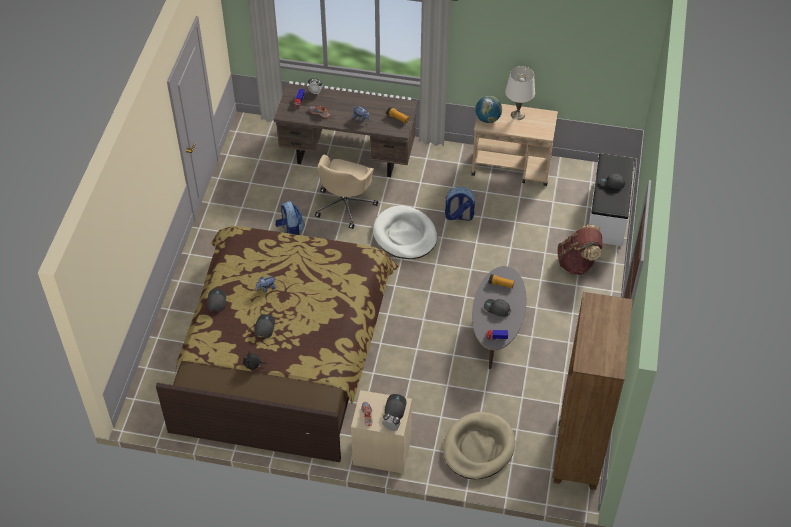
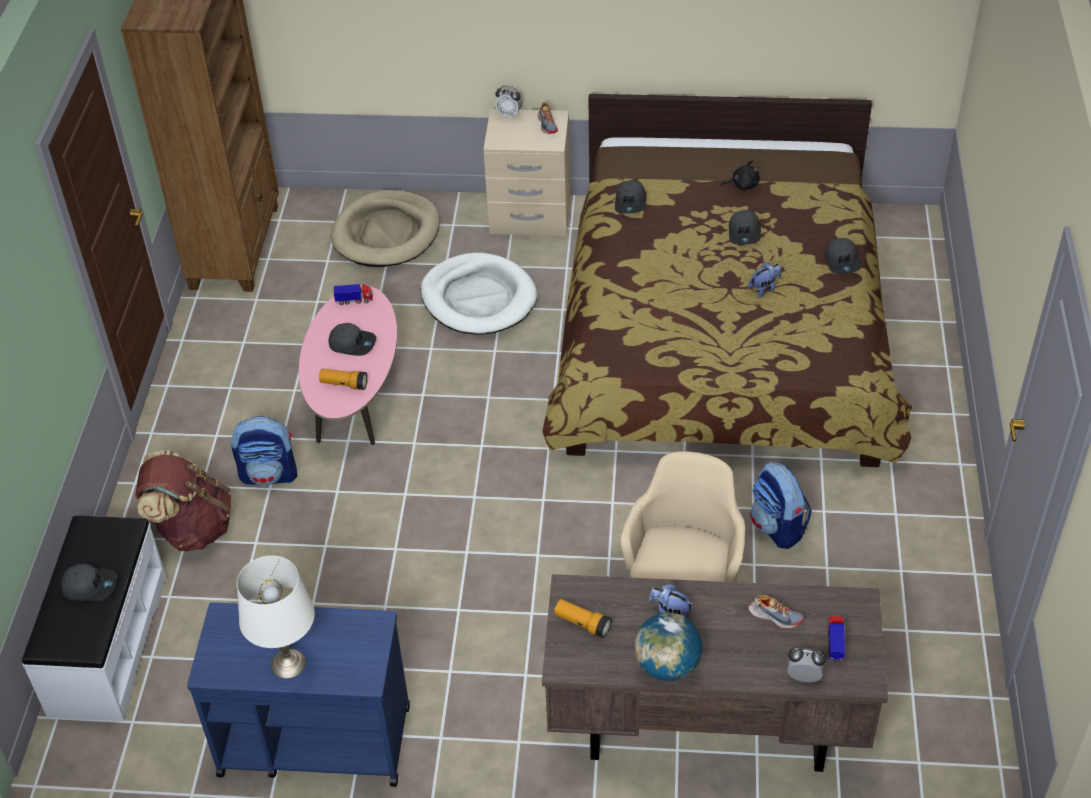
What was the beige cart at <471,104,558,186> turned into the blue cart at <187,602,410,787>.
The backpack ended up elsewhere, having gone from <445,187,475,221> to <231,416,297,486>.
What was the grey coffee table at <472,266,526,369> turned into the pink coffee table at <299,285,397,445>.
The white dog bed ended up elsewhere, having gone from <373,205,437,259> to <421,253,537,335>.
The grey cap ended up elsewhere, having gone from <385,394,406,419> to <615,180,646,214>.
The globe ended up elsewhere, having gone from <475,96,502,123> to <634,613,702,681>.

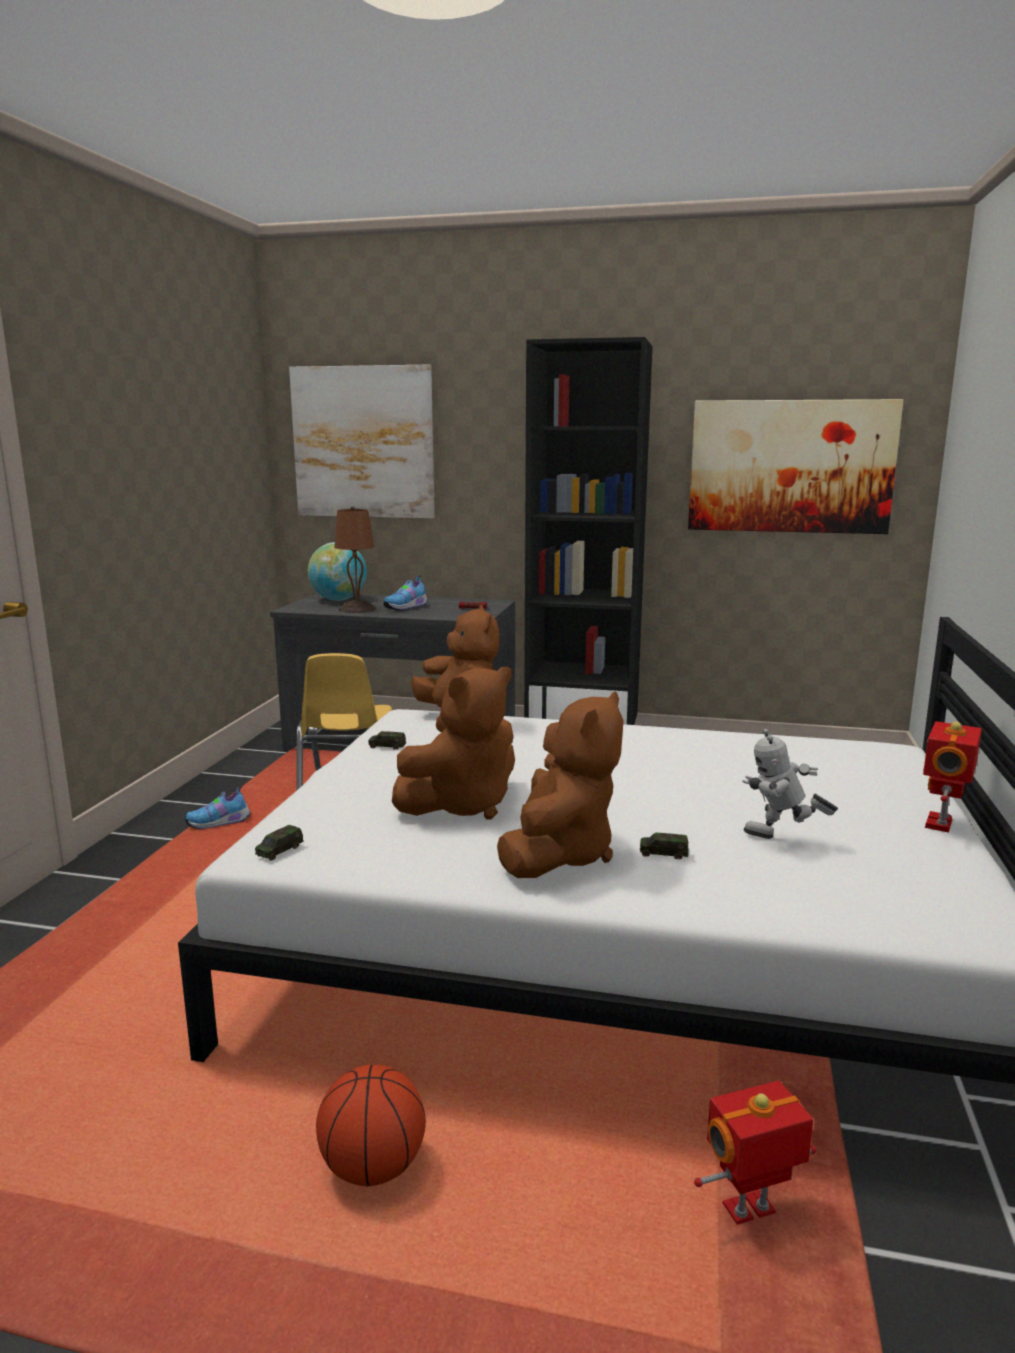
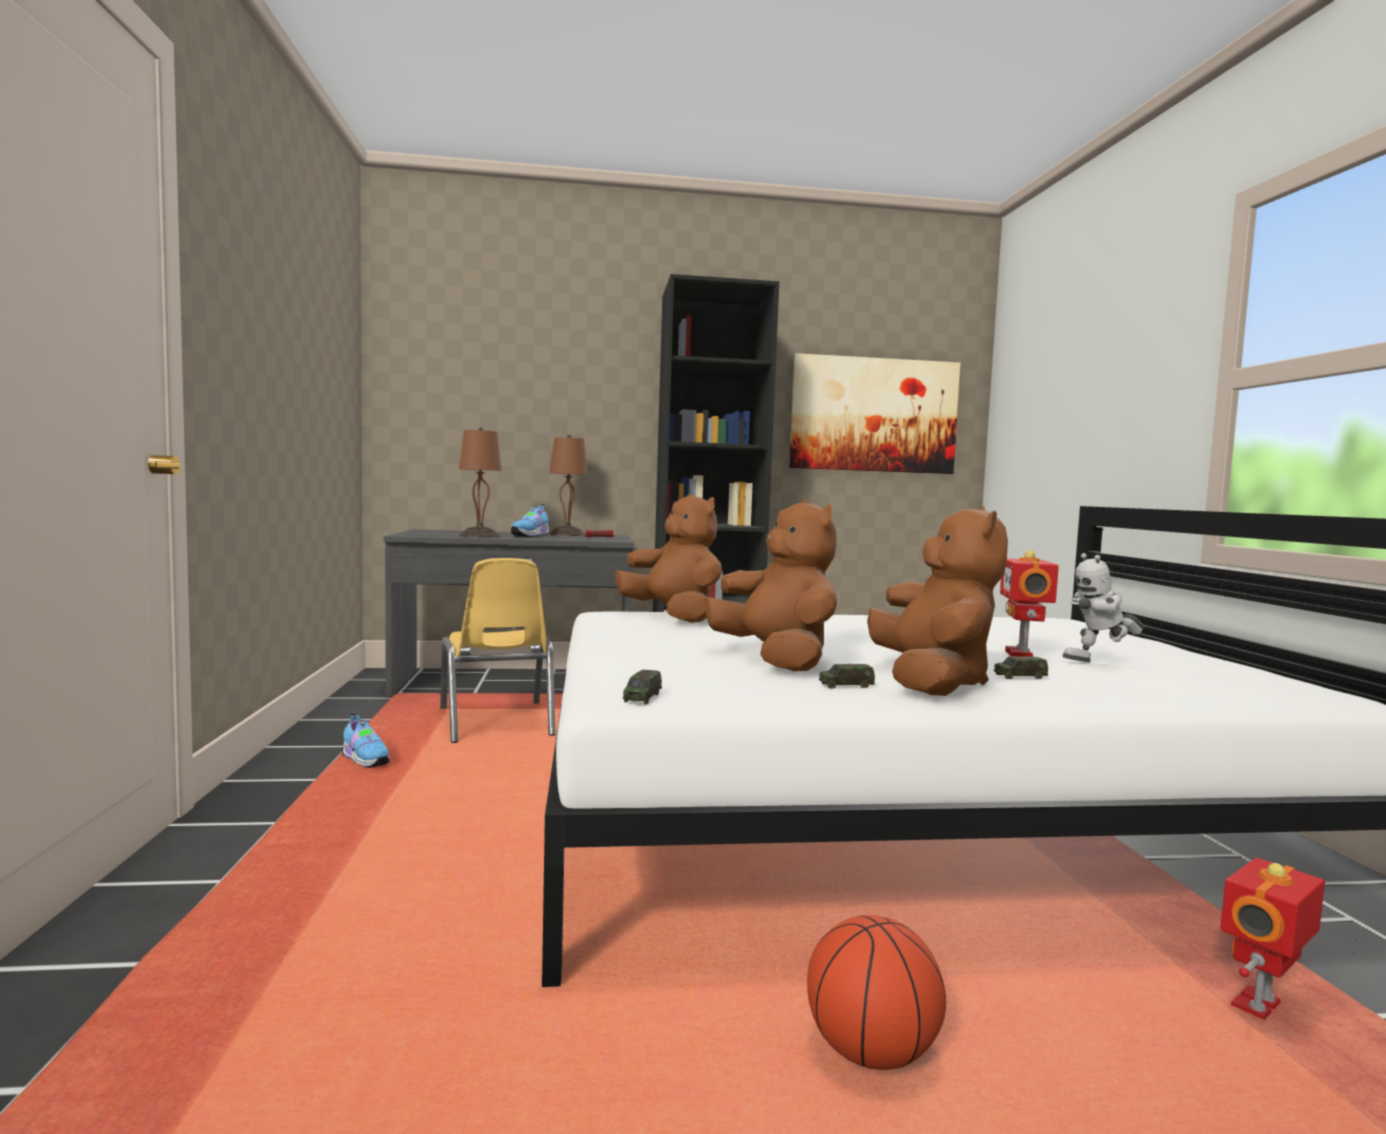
The shoe at <185,785,251,829> ended up facing another way, 90 degrees counterclockwise from before.
The second view gained the brown table lamp at <549,435,588,536>.
The brown plush toy at <392,667,515,820> ended up facing another way, 60 degrees counterclockwise from before.
The toy car ended up elsewhere, having gone from <368,731,406,750> to <819,664,875,689>.
The toy robot ended up elsewhere, having gone from <923,721,982,833> to <1000,550,1059,657>.
The second view lost the picture at <289,365,435,519>.
The second view lost the globe at <308,542,367,601>.

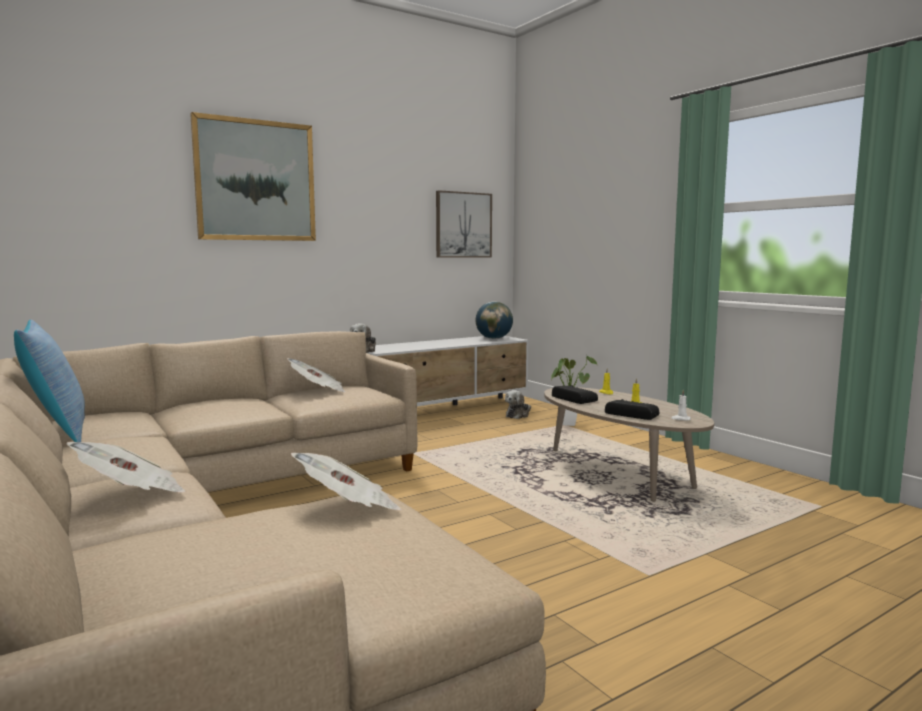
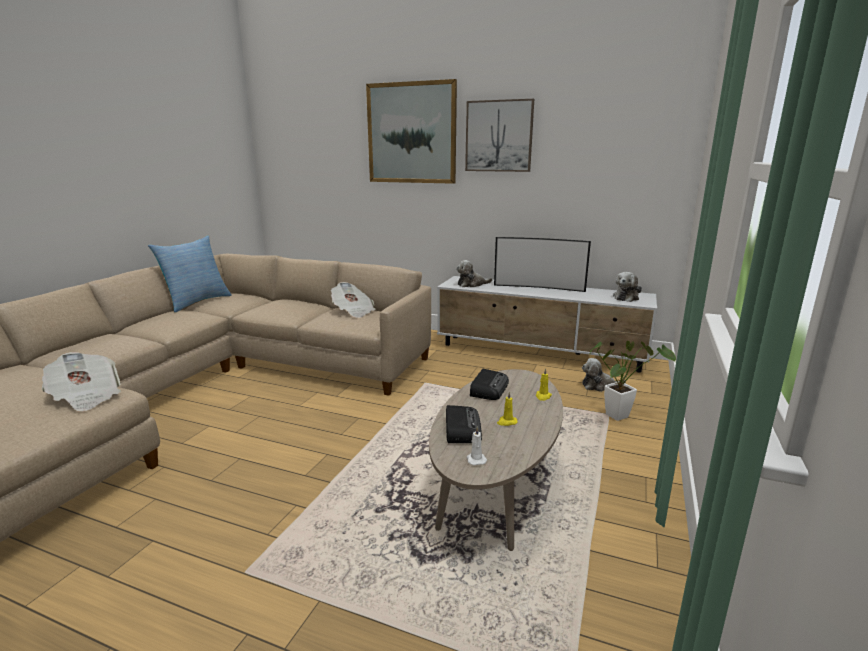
The picture ended up elsewhere, having gone from <436,190,492,258> to <465,99,534,172>.
The second view gained the television at <494,237,591,292>.
Where the globe stood at <475,301,513,339>, the plush toy came to stand at <613,272,642,302>.
The second view lost the newspaper at <67,442,186,492>.

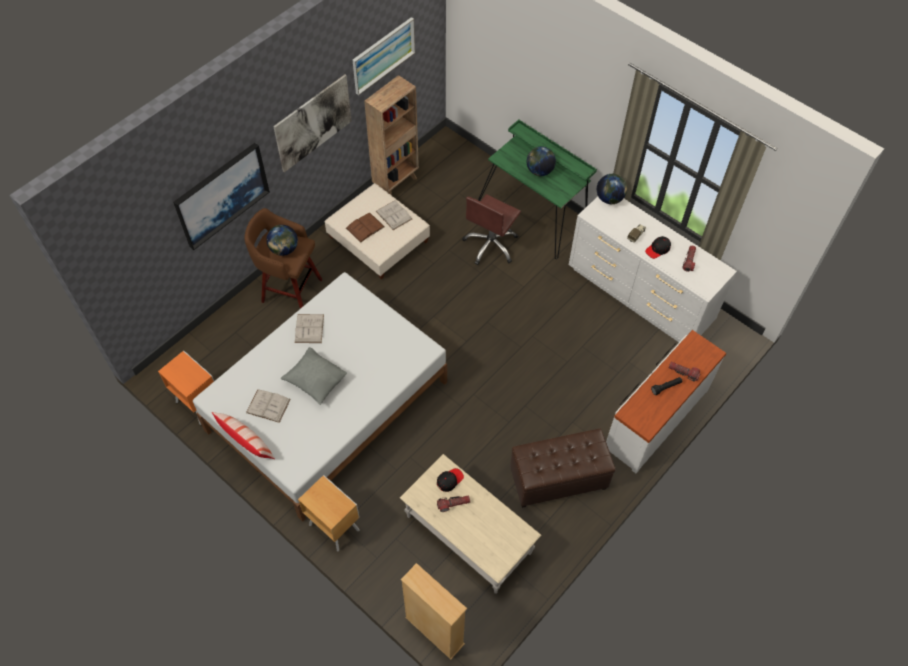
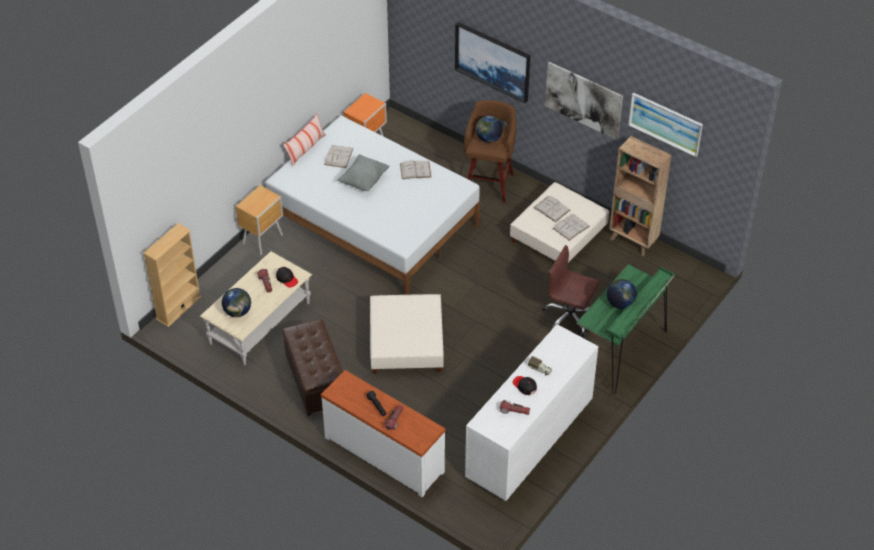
The globe ended up elsewhere, having gone from <597,174,627,204> to <222,288,251,317>.
The second view gained the beige ottoman at <370,294,444,374>.
What was the brown book at <346,213,385,243> turned into the white book at <533,196,570,222>.

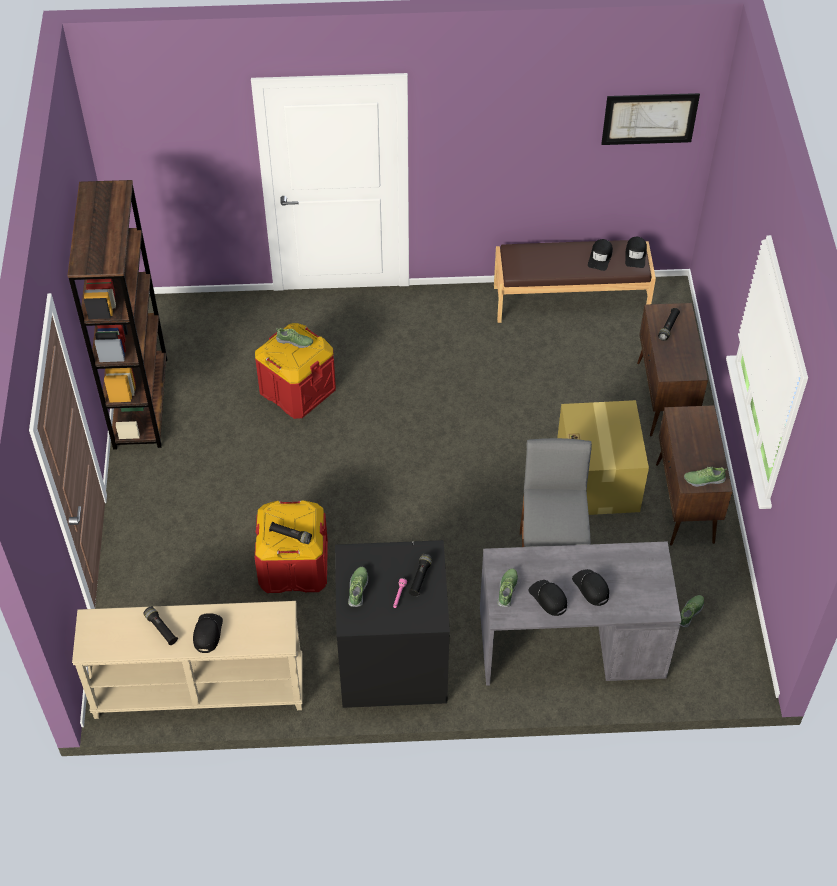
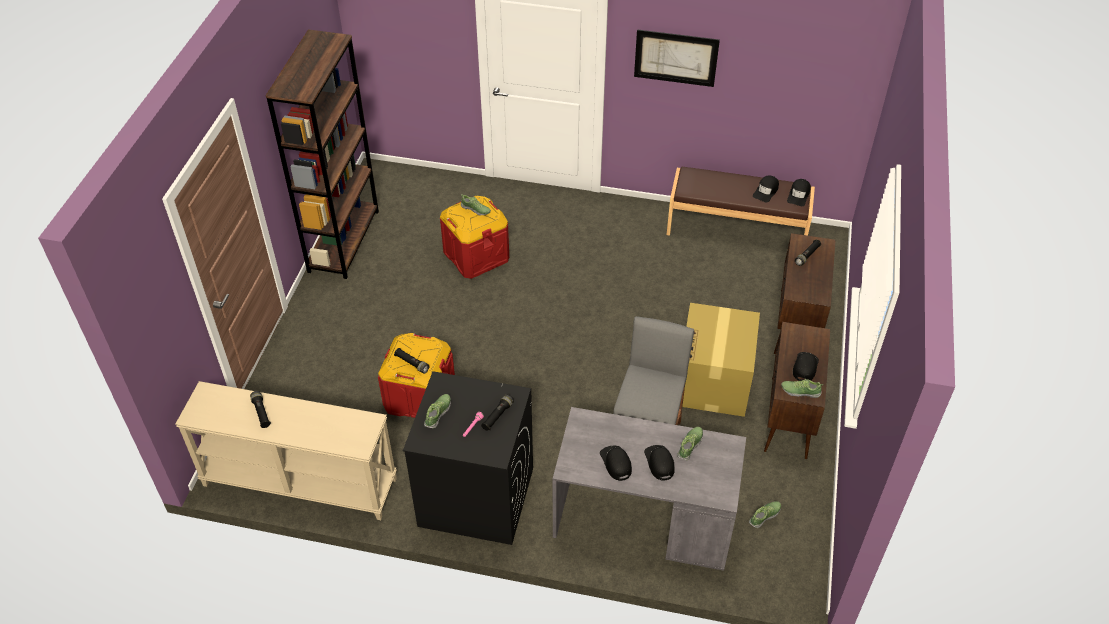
The picture ended up elsewhere, having gone from <601,93,700,145> to <634,29,720,87>.
The shoe ended up elsewhere, having gone from <497,568,518,607> to <677,427,703,460>.
The black cap ended up elsewhere, having gone from <193,613,223,653> to <793,352,819,381>.

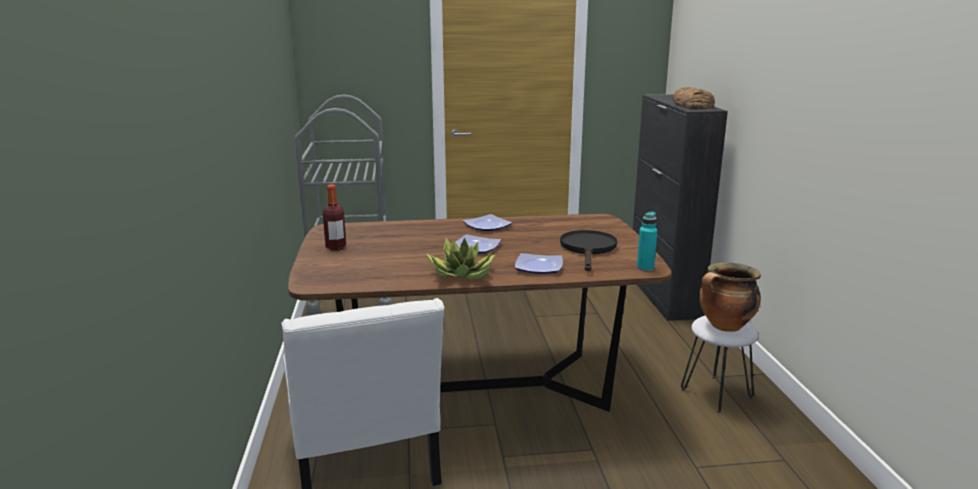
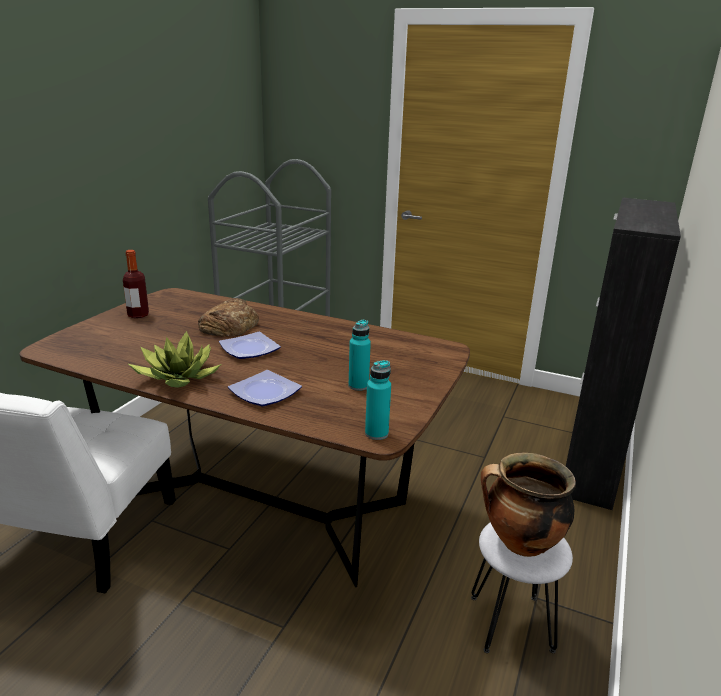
The bread ended up elsewhere, having gone from <673,87,715,109> to <198,298,259,336>.
Where the black frying pan stood at <560,230,617,271>, the turquoise bottle came to stand at <348,320,371,391>.
The second view lost the plate at <463,214,513,231>.

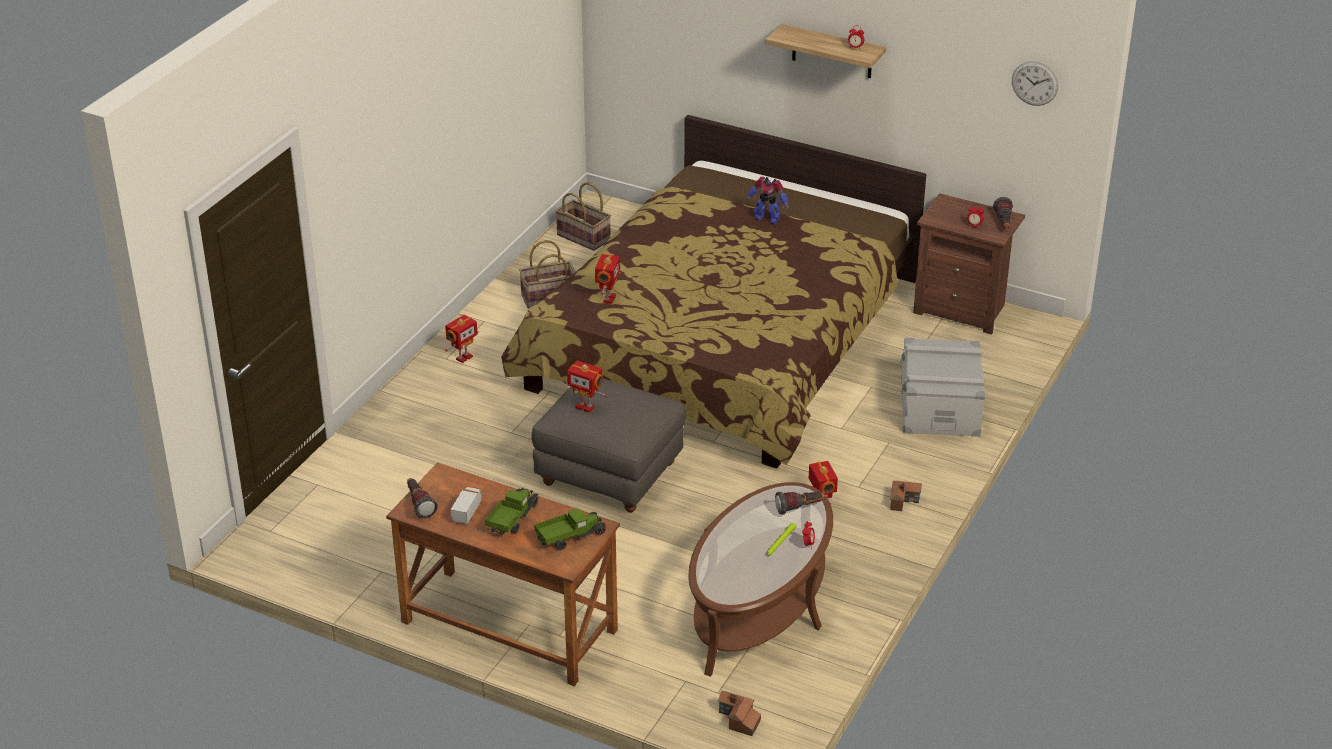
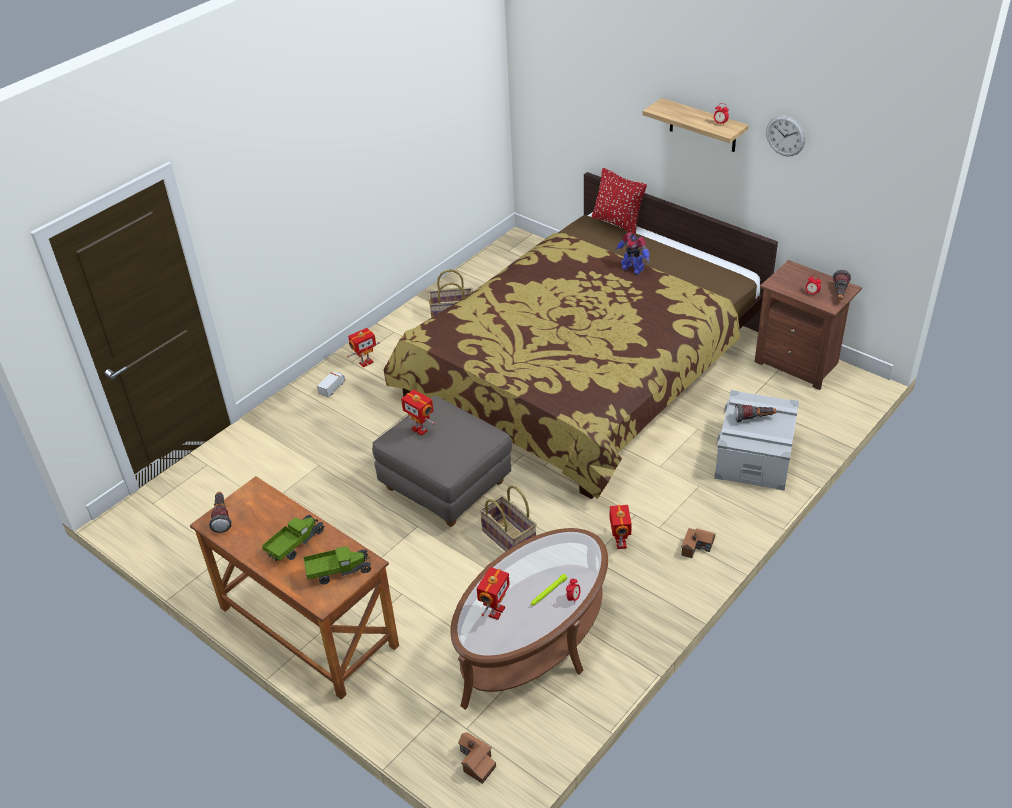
The toy truck ended up elsewhere, having gone from <450,487,482,524> to <317,372,345,397>.
The toy robot ended up elsewhere, having gone from <595,254,620,304> to <477,567,510,620>.
The basket ended up elsewhere, having gone from <555,182,611,251> to <480,485,537,552>.
The second view gained the red pillow at <592,168,647,234>.
The flashlight ended up elsewhere, having gone from <775,492,825,515> to <734,404,776,423>.
The wall clock ended up elsewhere, having gone from <1012,61,1058,106> to <766,115,805,157>.

